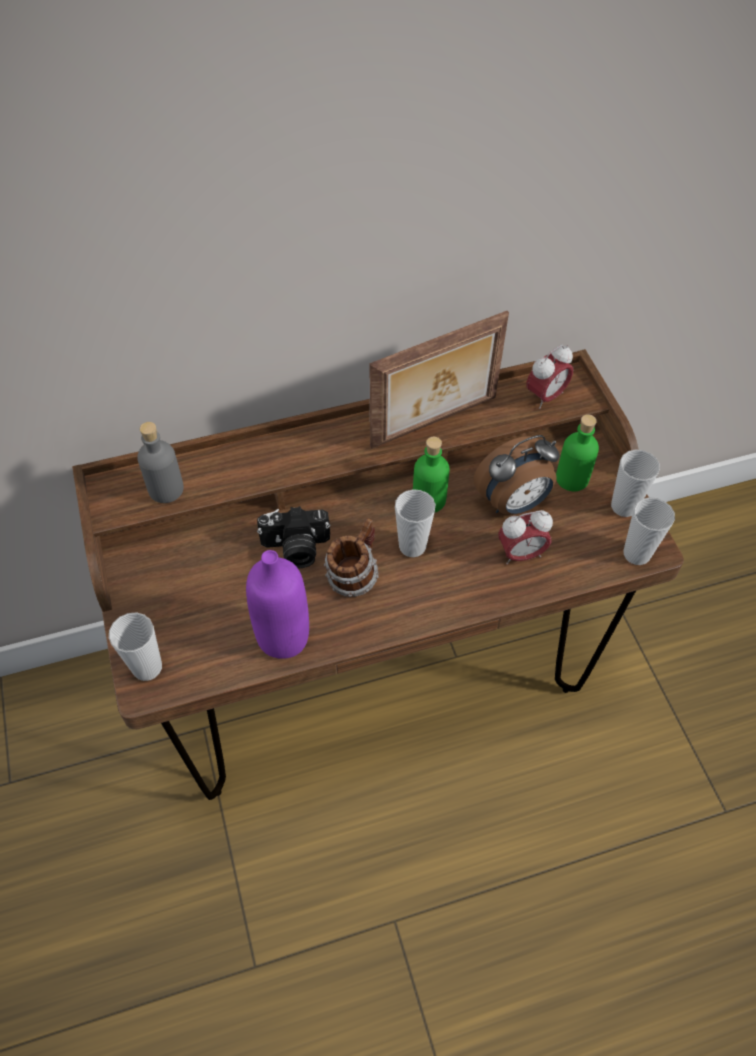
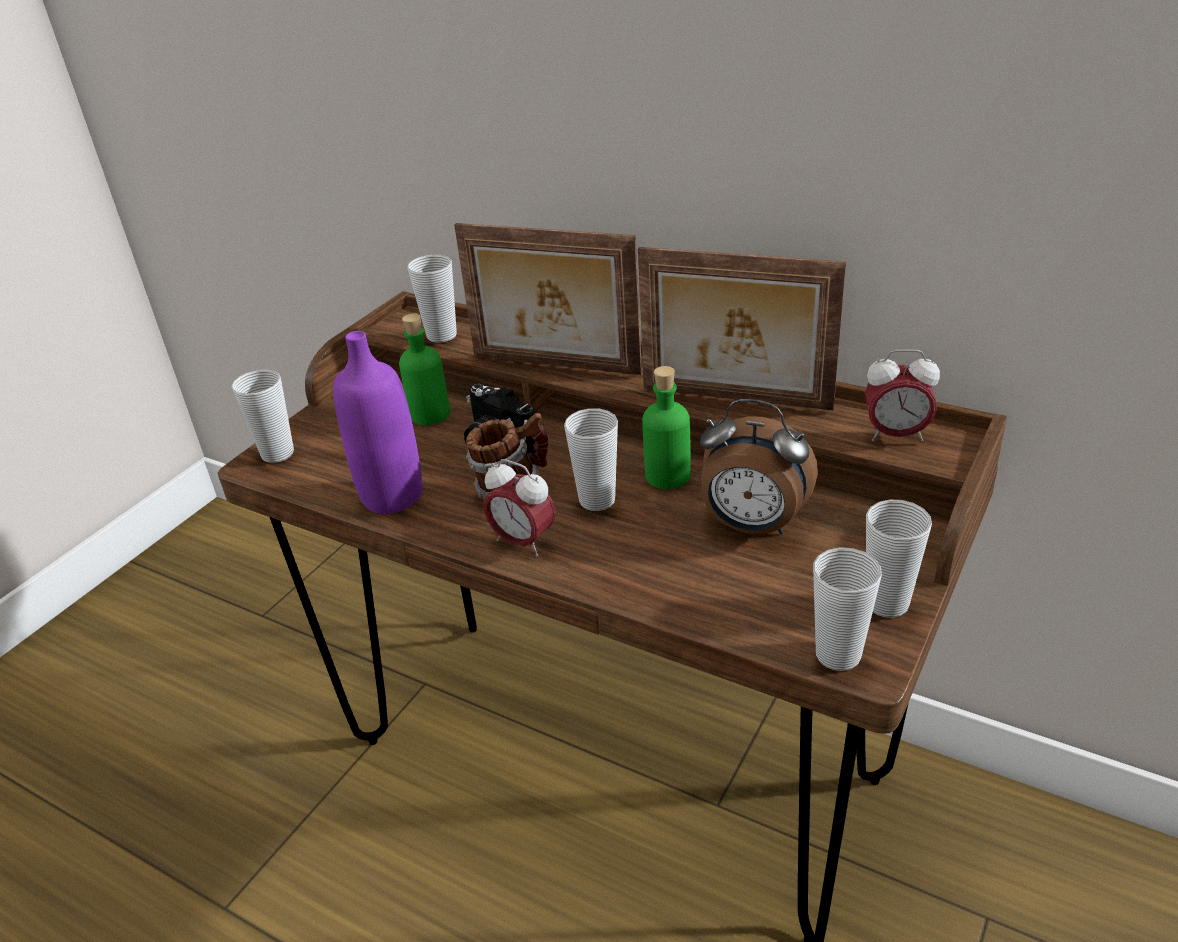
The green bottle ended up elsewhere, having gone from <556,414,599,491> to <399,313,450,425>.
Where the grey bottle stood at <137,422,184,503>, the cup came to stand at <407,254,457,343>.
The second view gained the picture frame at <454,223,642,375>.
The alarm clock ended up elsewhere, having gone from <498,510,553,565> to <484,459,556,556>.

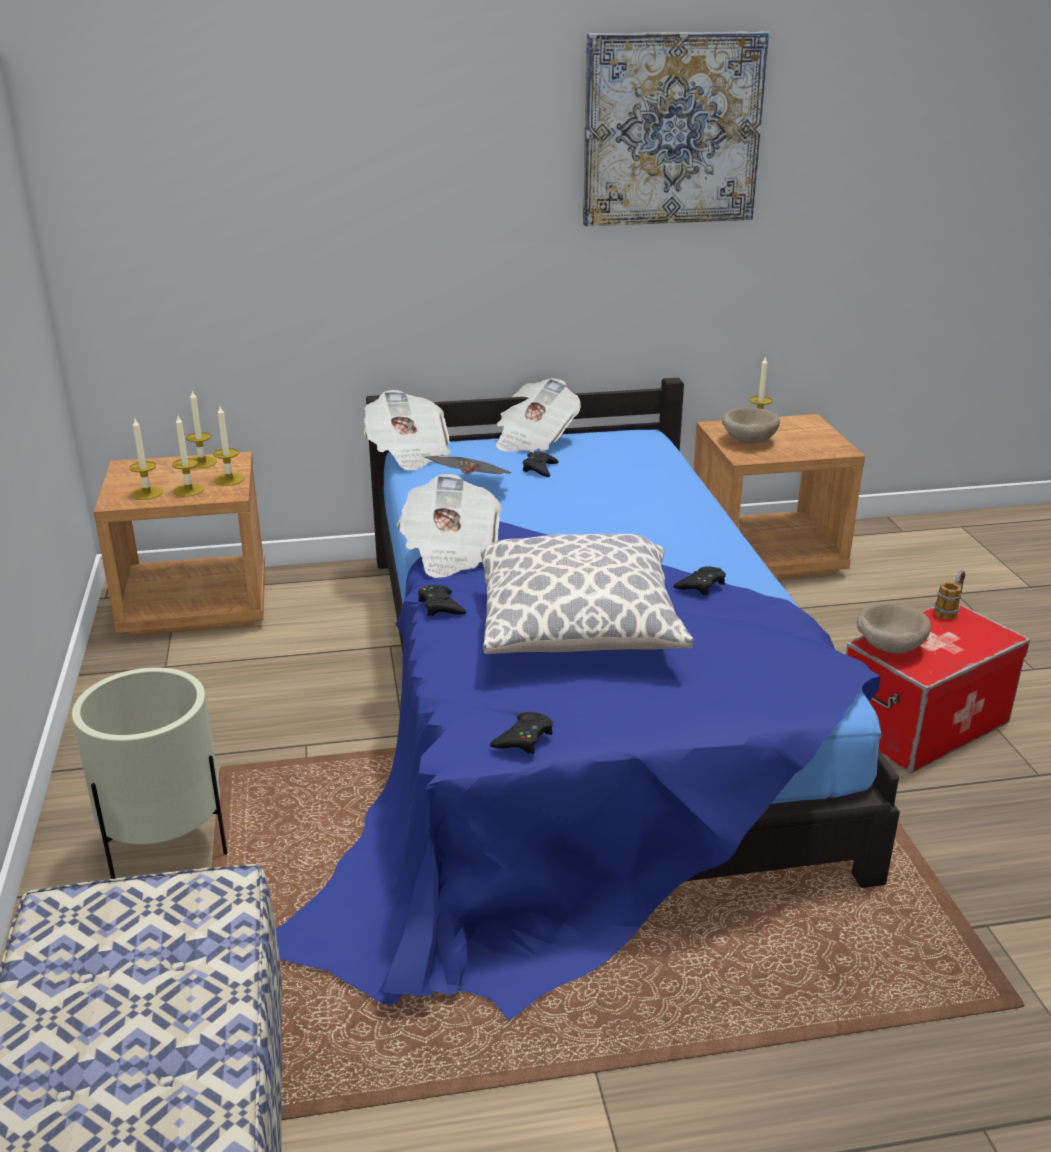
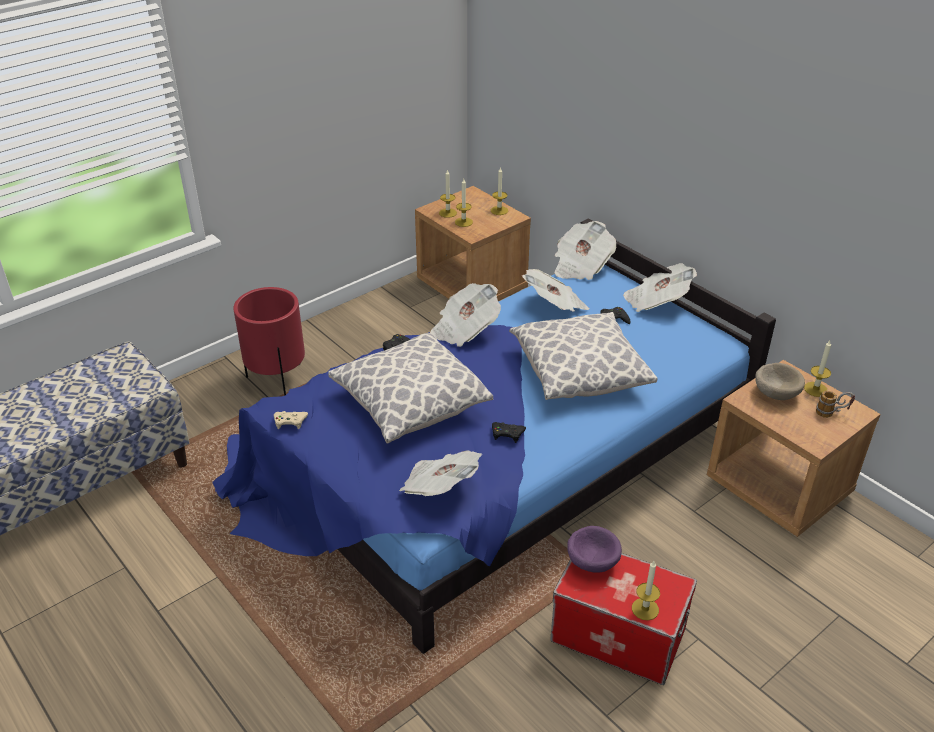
What was the beige planter at <72,667,227,882> turned into the red planter at <233,287,305,396>.
What was the black game controller at <490,712,553,754> turned into the beige game controller at <274,411,308,429>.
The second view gained the newspaper at <399,450,482,496>.
The second view gained the pillow at <509,312,657,400>.
What was the beige bowl at <857,603,931,654> turned into the purple bowl at <567,526,622,573>.
The candle ended up elsewhere, having gone from <213,406,244,486> to <632,561,660,620>.
The mug ended up elsewhere, having gone from <934,570,966,620> to <816,391,855,418>.
The second view lost the picture at <583,31,769,226>.

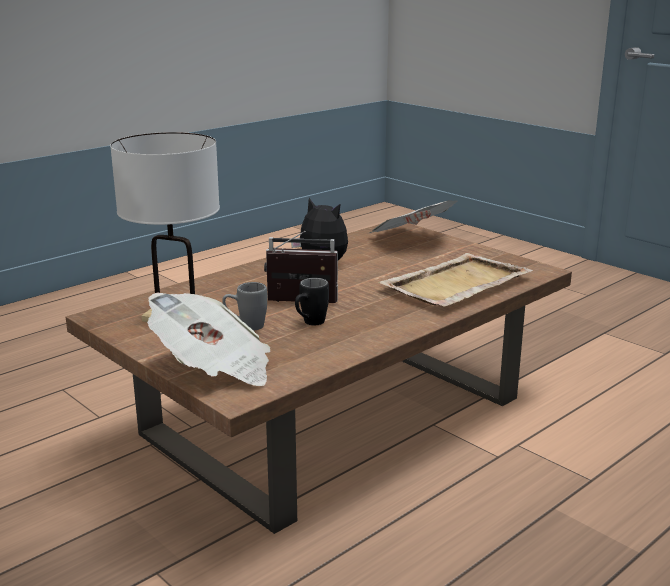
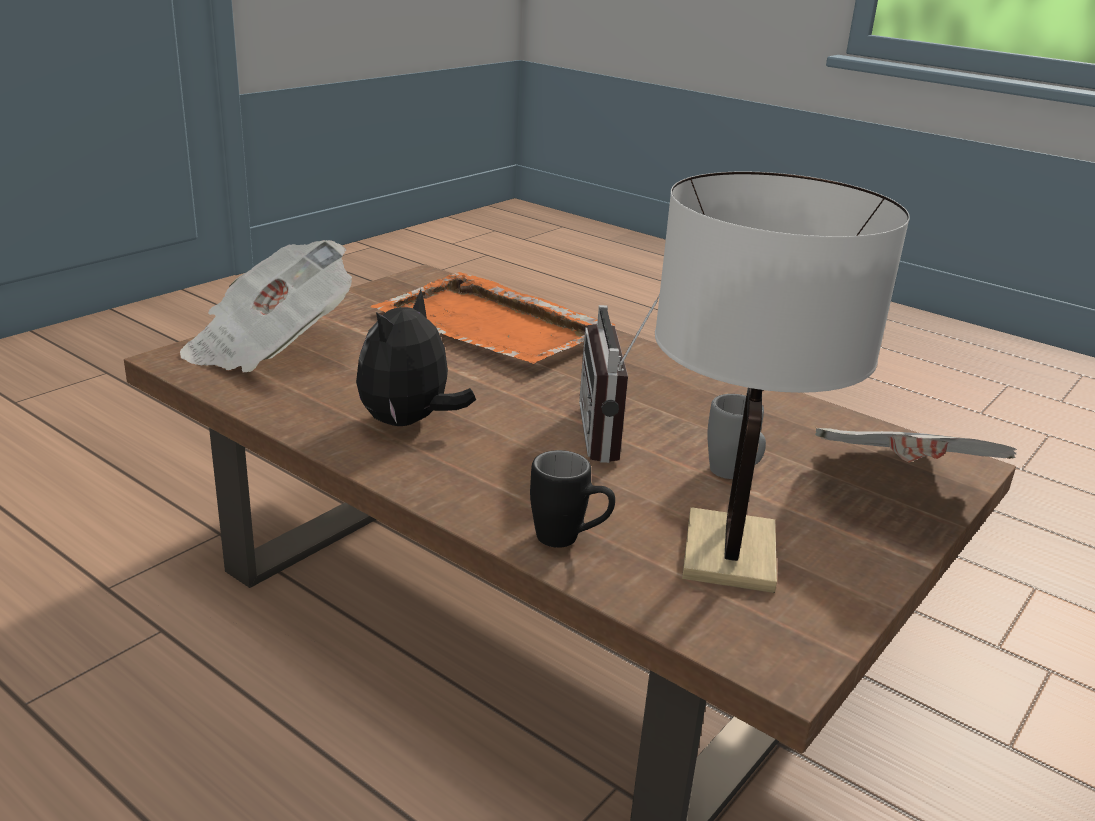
What was the beige tray at <378,253,533,307> turned into the orange tray at <371,272,615,364>.
The black mug ended up elsewhere, having gone from <295,278,329,325> to <530,450,615,548>.

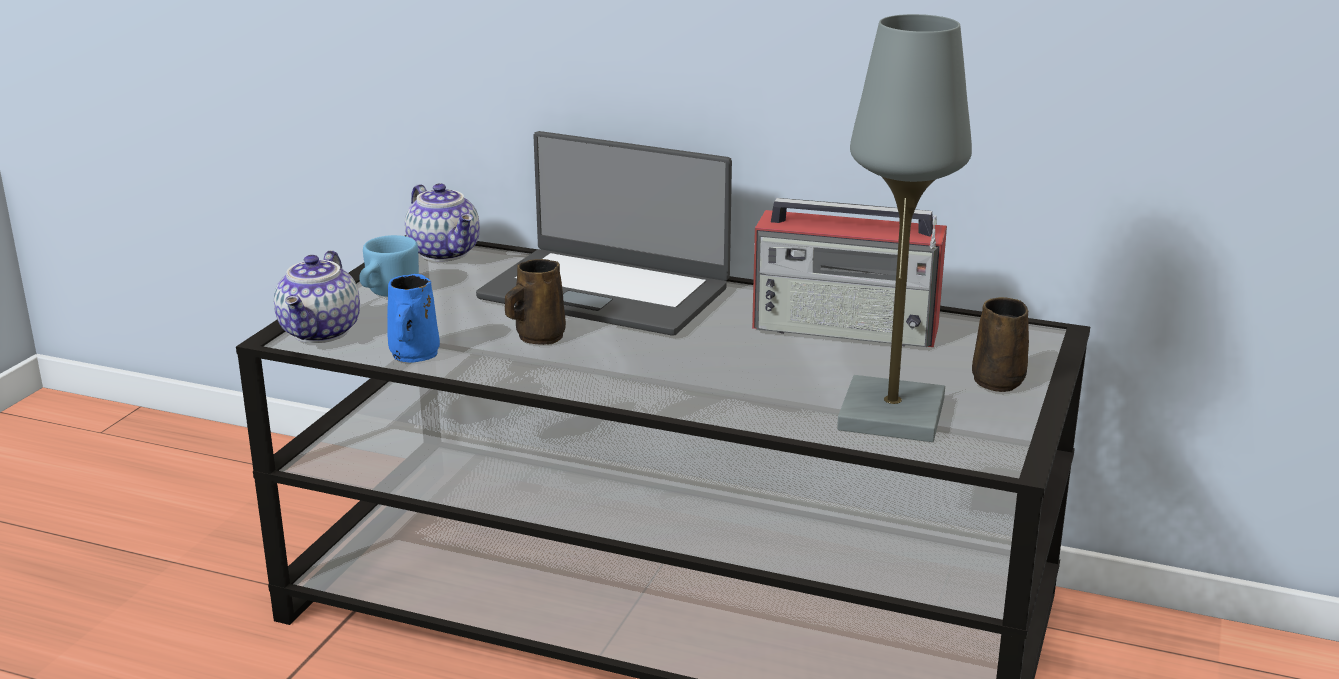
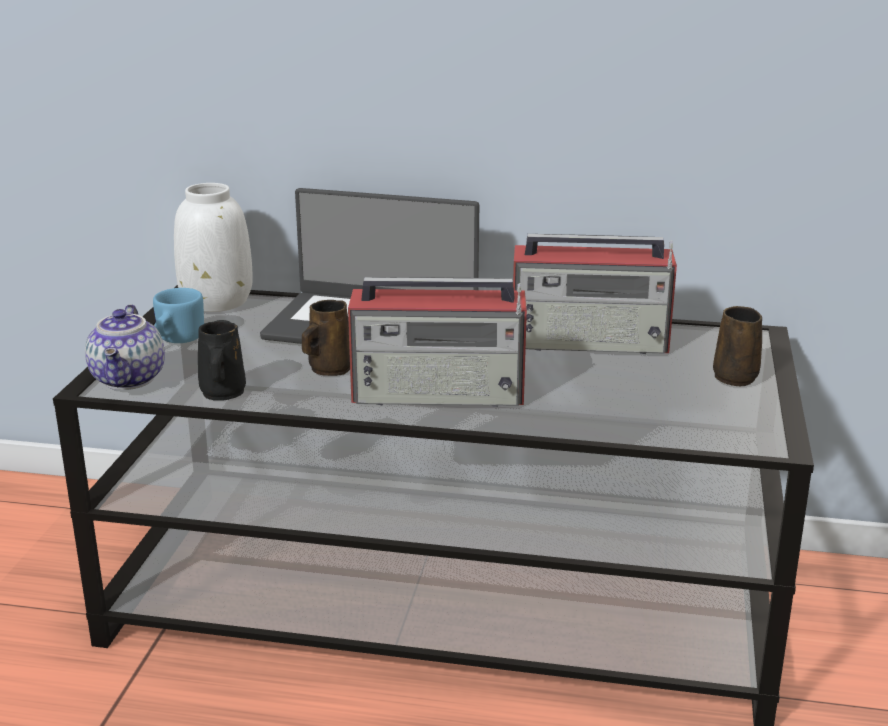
Where the teapot stood at <405,183,480,262>, the white vase came to stand at <174,183,253,312>.
What was the blue mug at <387,274,440,362> turned into the black mug at <198,320,246,401>.
The second view gained the radio at <348,277,527,407>.
The second view lost the grey table lamp at <837,14,972,442>.

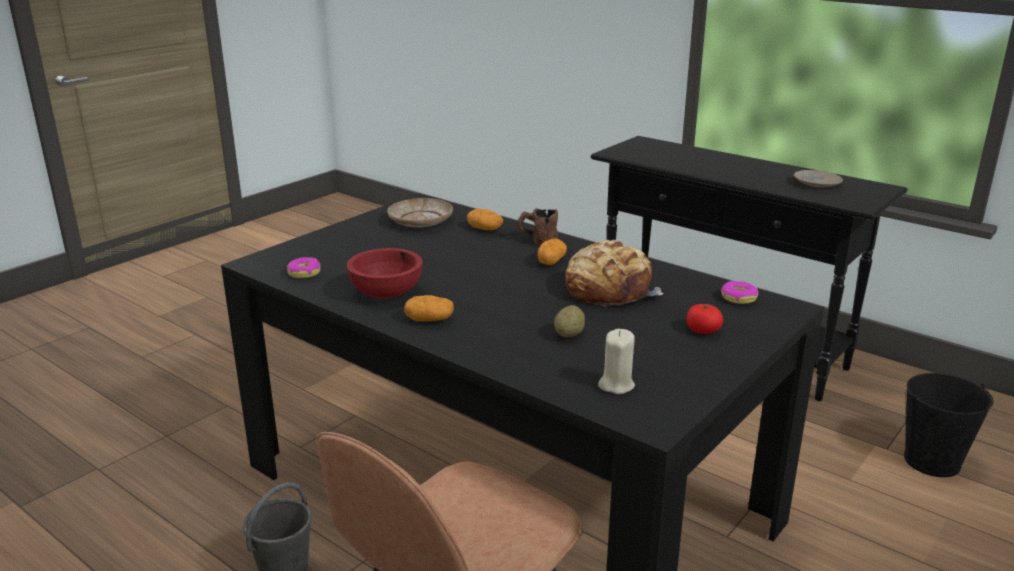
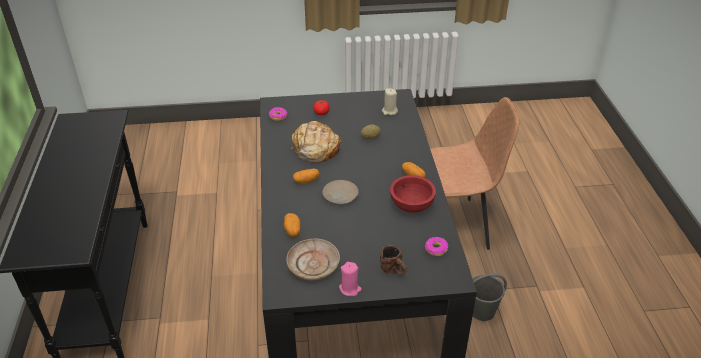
The beige plate ended up elsewhere, having gone from <794,170,843,187> to <323,180,358,204>.
The second view gained the pink candle at <339,262,362,296>.
The brown mug ended up elsewhere, having gone from <517,209,558,245> to <380,245,407,274>.
The second view lost the black bucket at <904,373,993,477>.

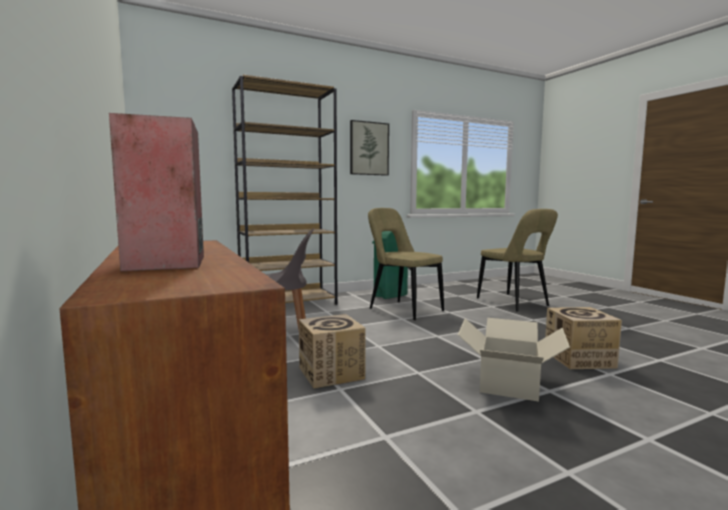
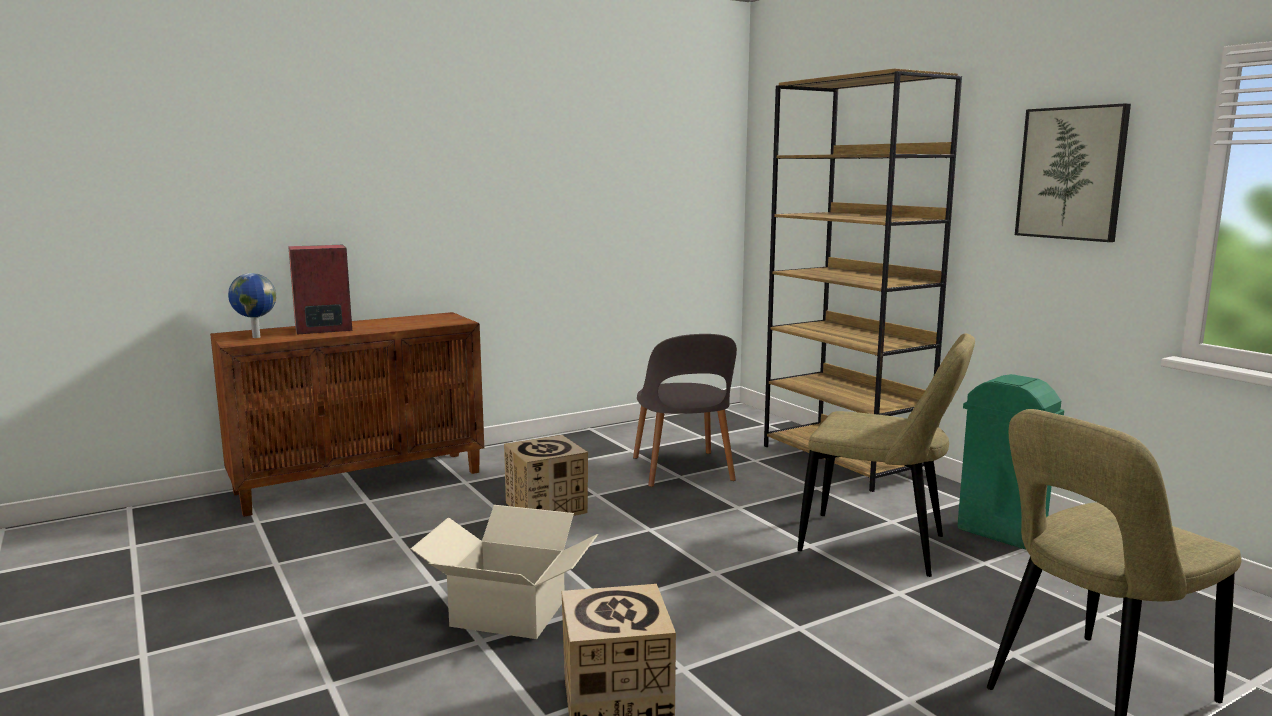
The second view gained the globe at <228,273,276,338>.
The beige chair at <368,208,444,320> ended up facing another way, 75 degrees clockwise from before.

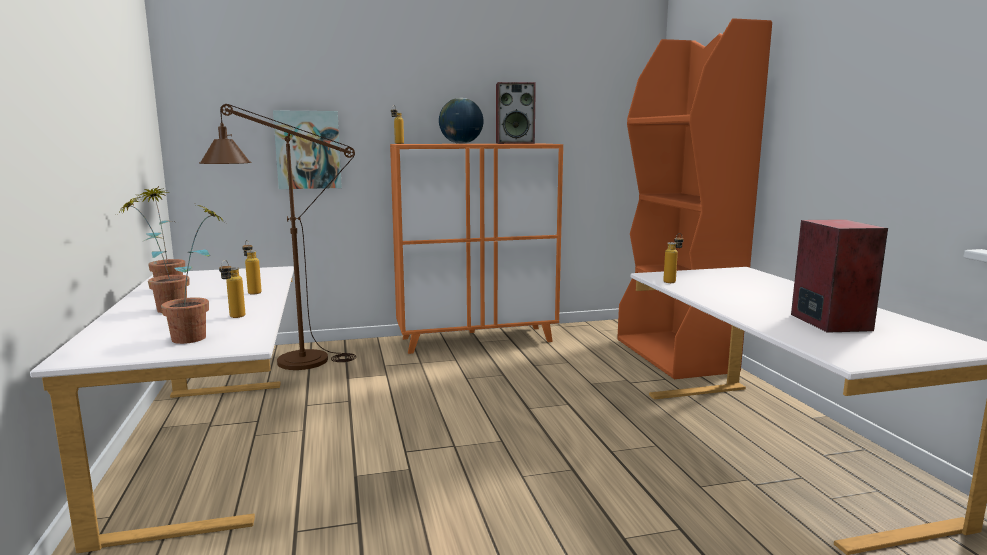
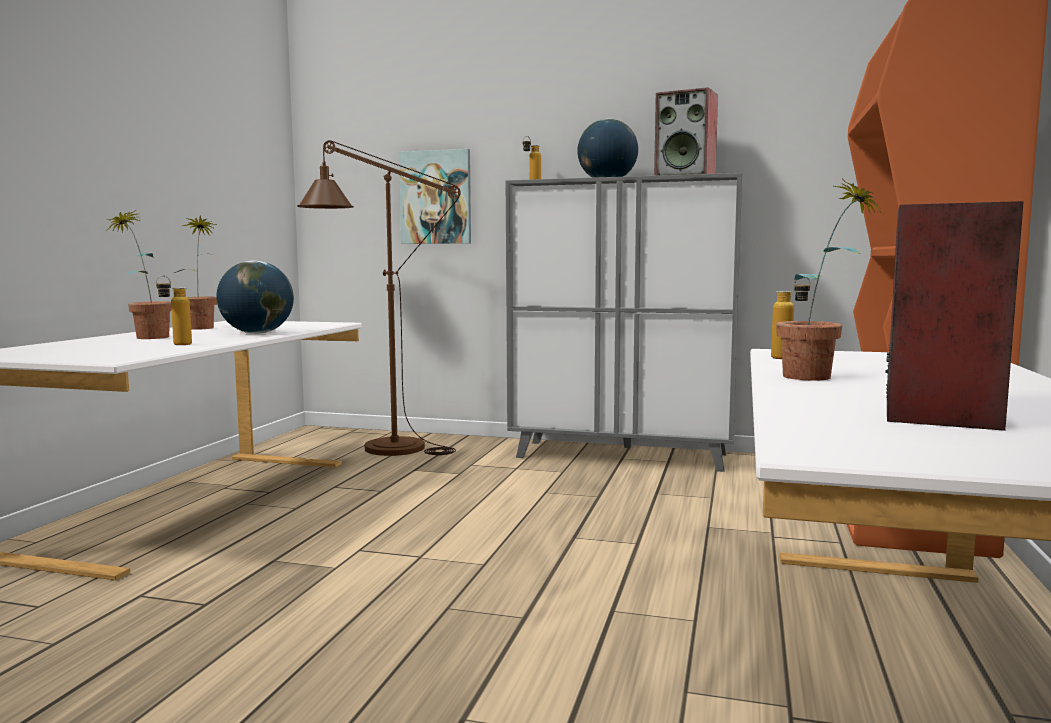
Where the bottle stood at <242,240,262,295>, the globe came to stand at <217,260,294,334>.
What was the orange cabinet at <390,144,563,354> turned into the grey cabinet at <506,173,743,472>.
The potted plant ended up elsewhere, having gone from <161,205,224,344> to <776,180,883,381>.

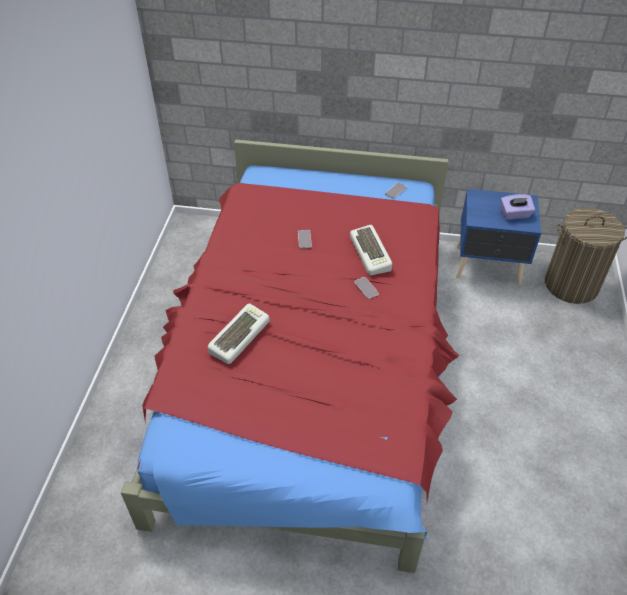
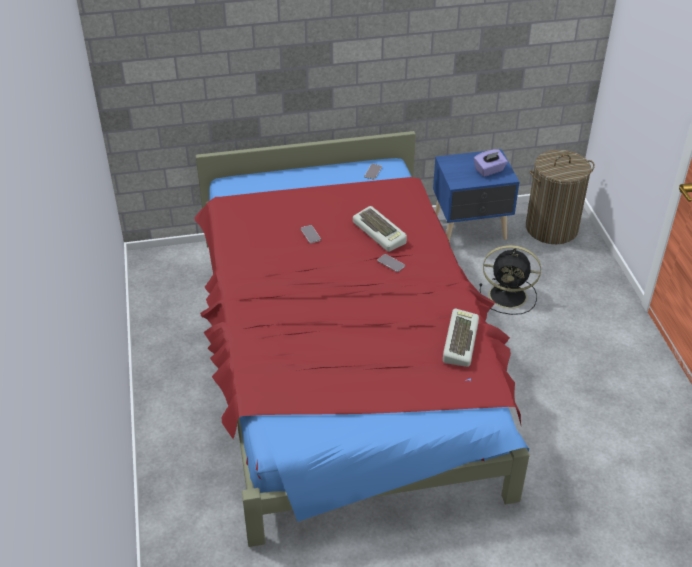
The keyboard ended up elsewhere, having gone from <208,304,270,364> to <443,308,479,367>.
The second view gained the black fan at <480,245,541,315>.

